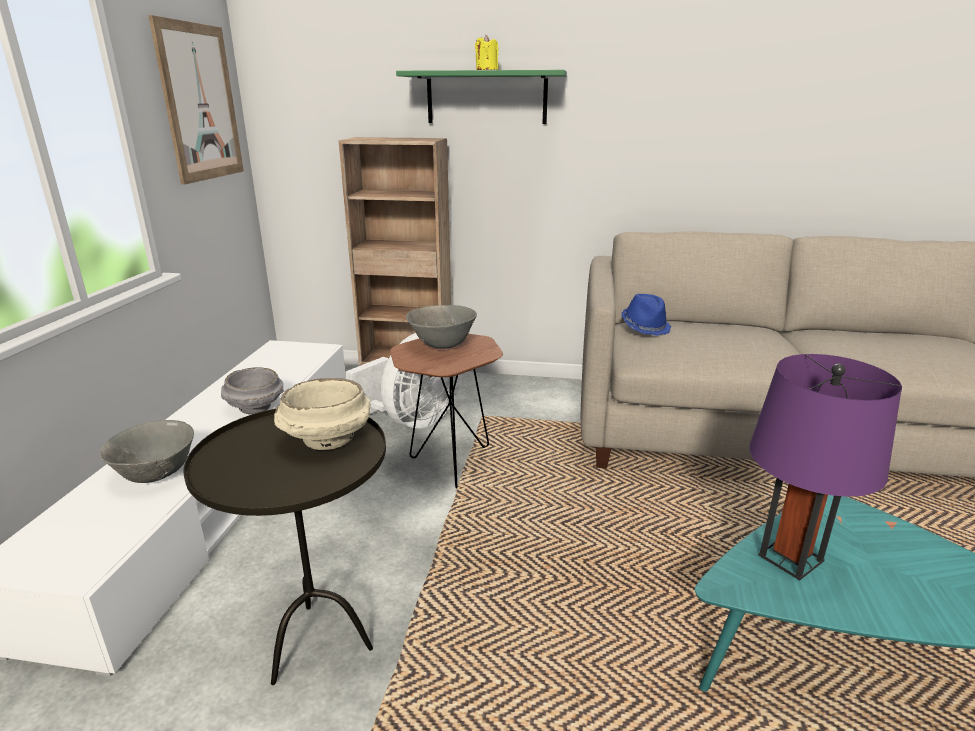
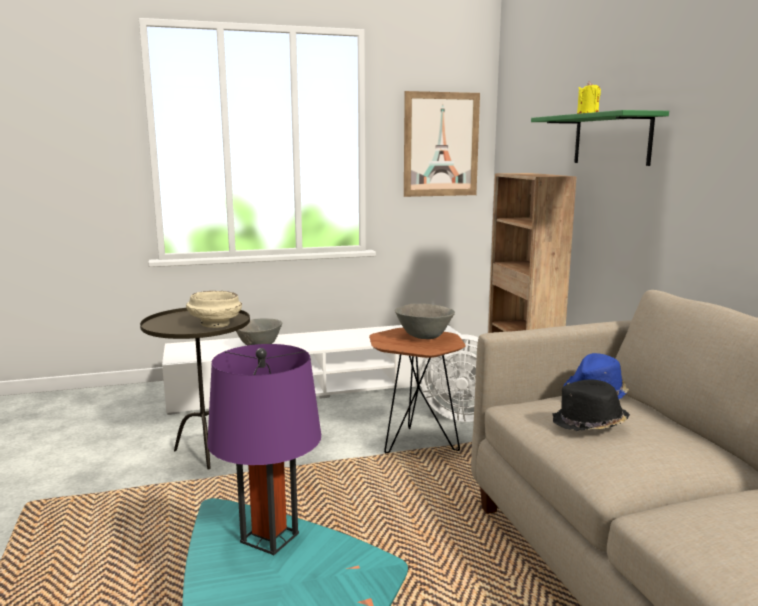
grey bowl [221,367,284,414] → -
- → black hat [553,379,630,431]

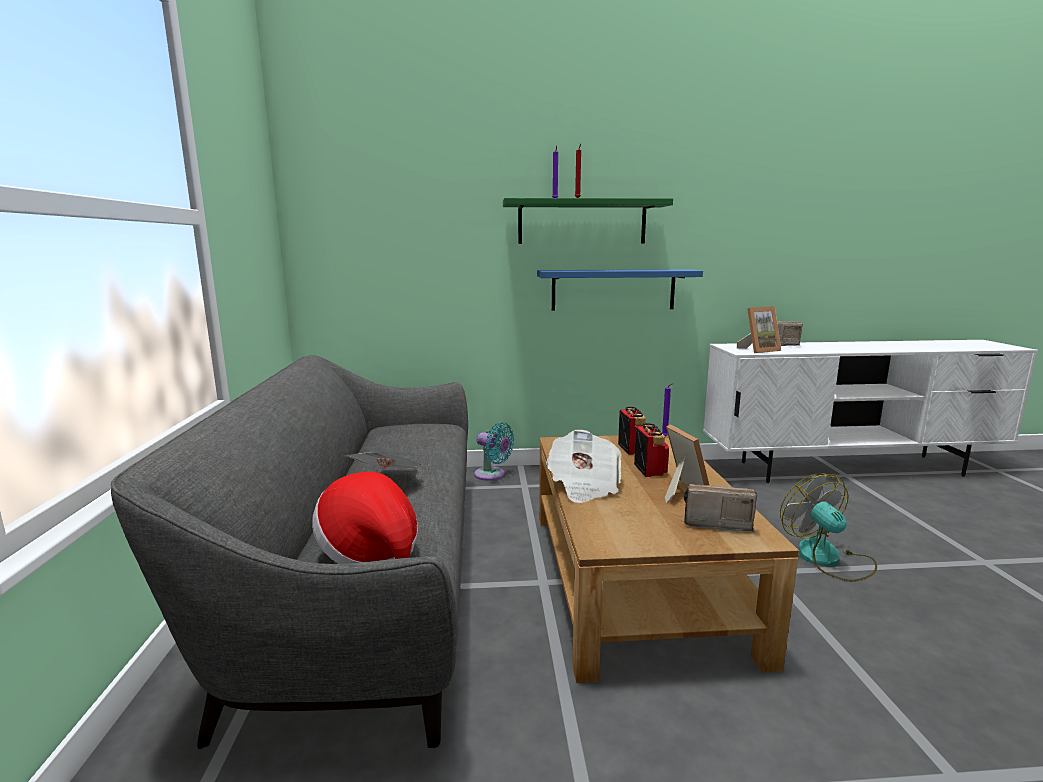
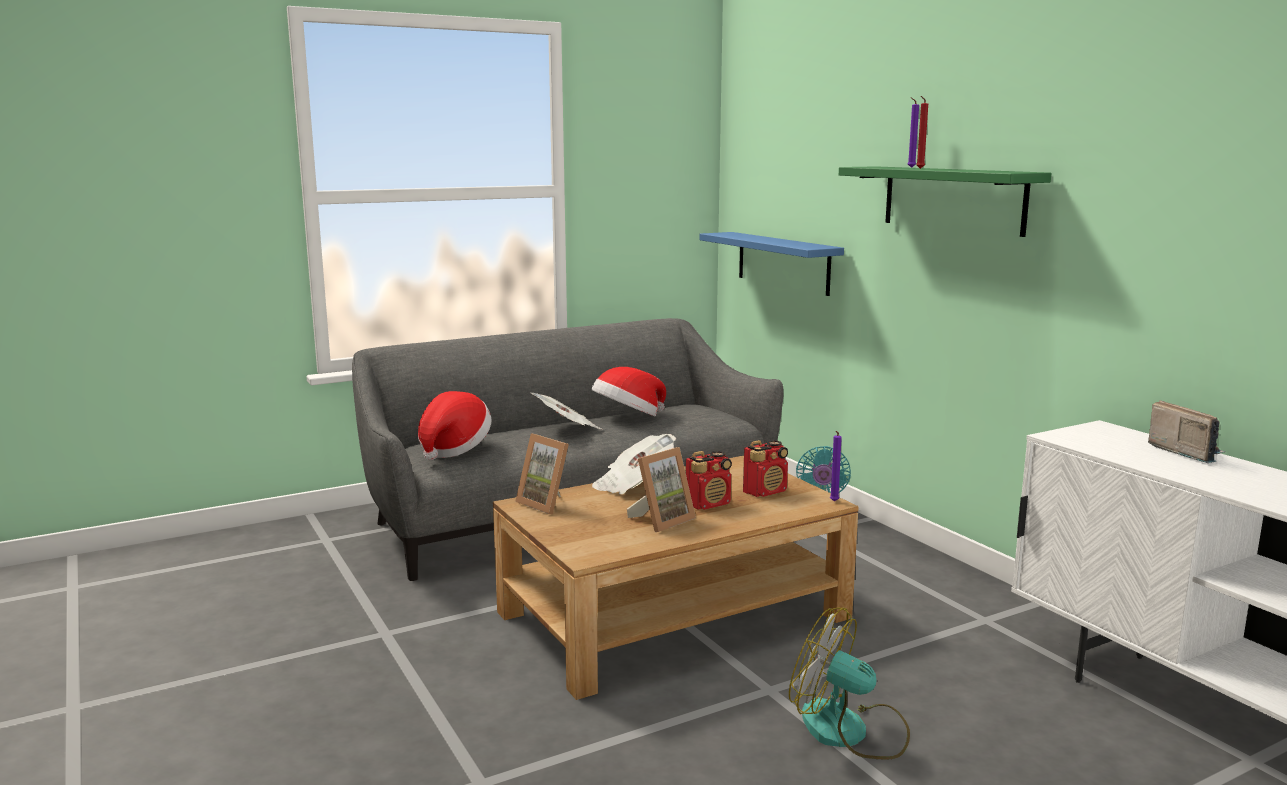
blue shelf [537,269,703,311] → blue shelf [699,232,844,296], move
picture frame [737,306,782,353] → picture frame [515,433,569,514], move
fan [780,473,877,582] → fan [789,608,910,760], 105 degrees counterclockwise
radio [684,484,757,532] → -
- → hat [592,367,666,416]

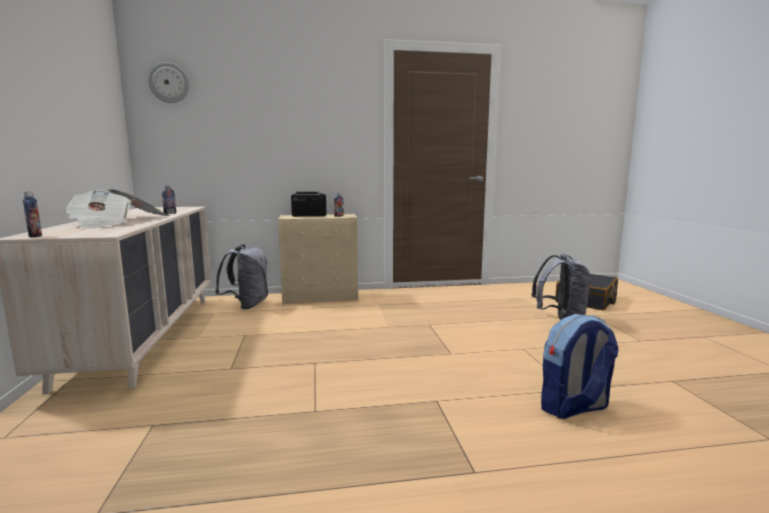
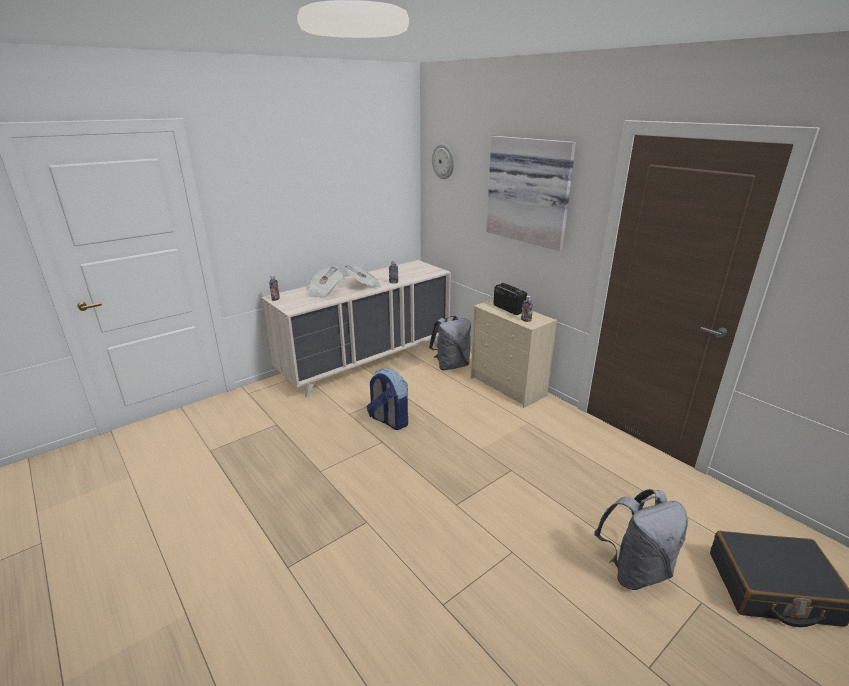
backpack [541,314,619,419] → backpack [366,368,408,430], move
- → picture [486,136,576,251]

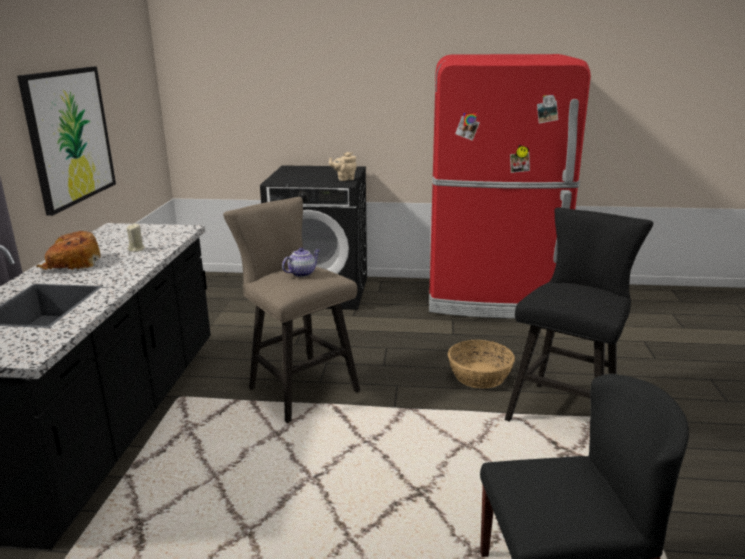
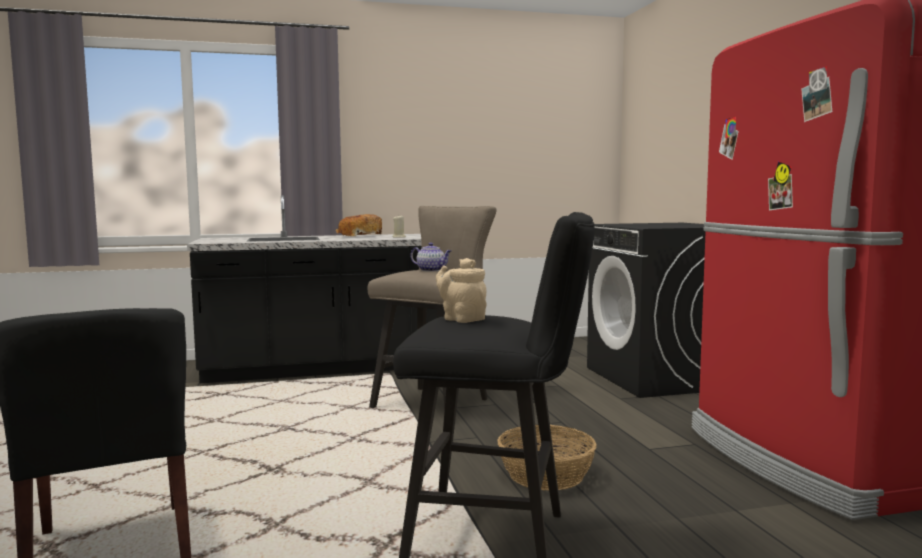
picture [17,66,116,216] → -
beige teapot [329,152,357,181] → beige teapot [436,258,487,323], move

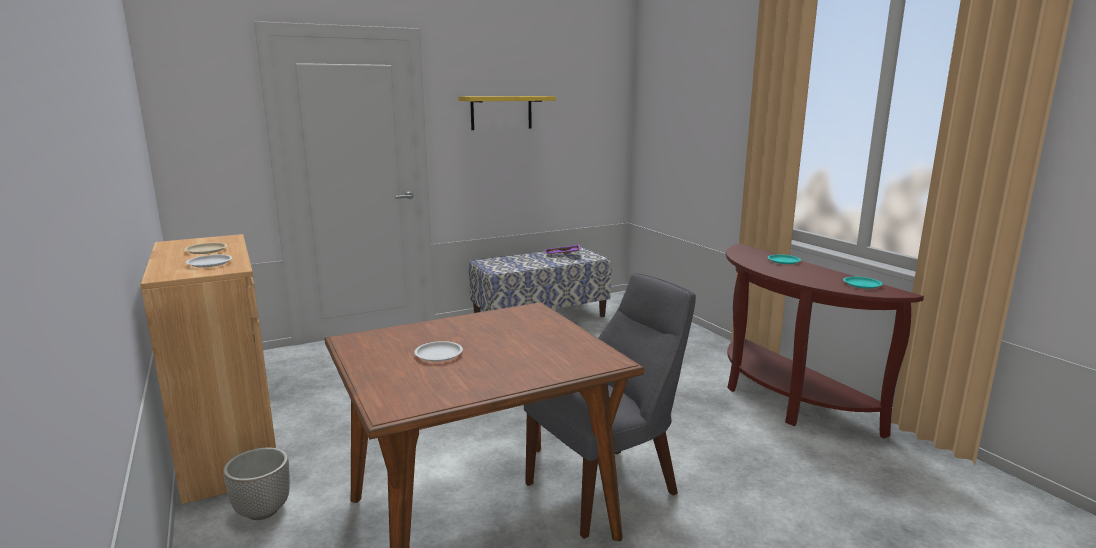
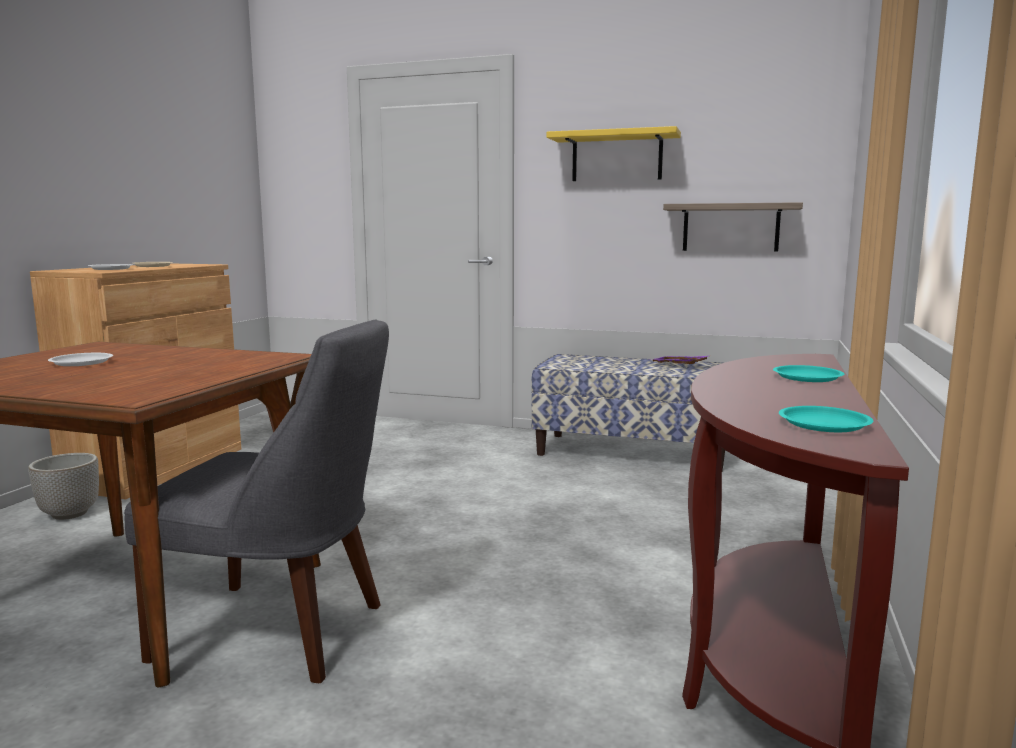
- → shelf [663,202,803,251]

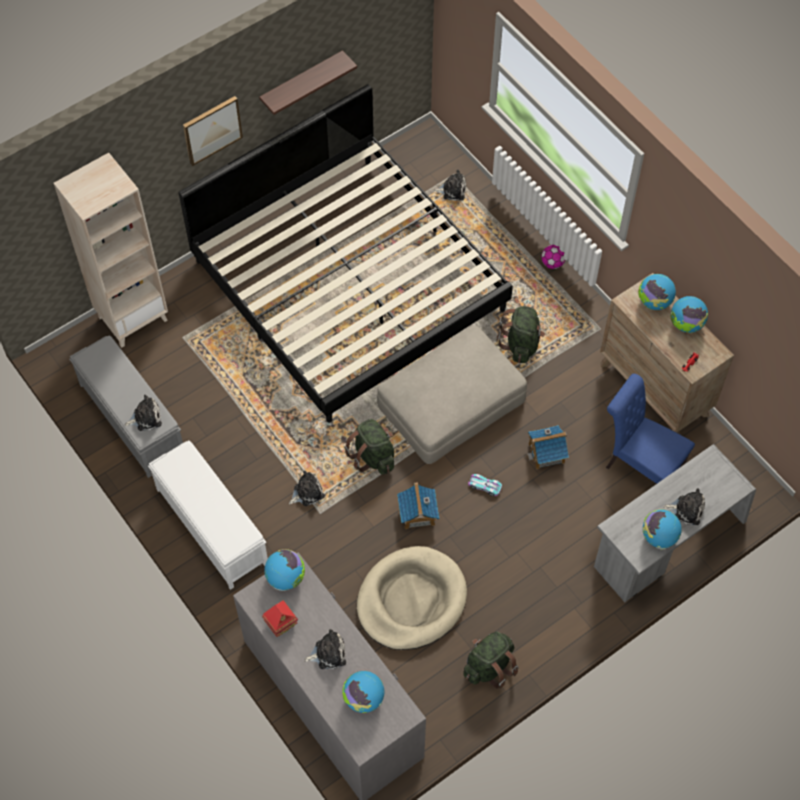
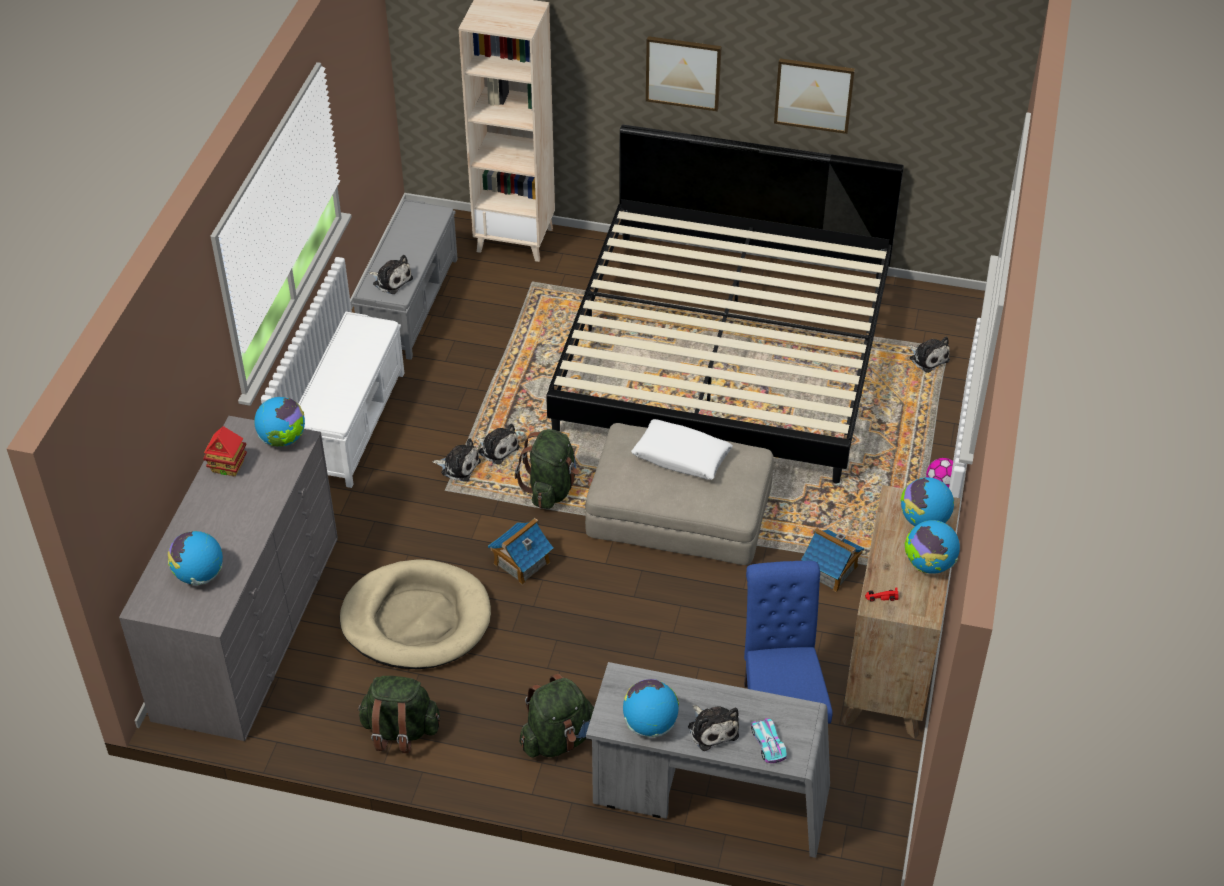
shelf [259,50,357,115] → picture [774,58,855,134]
green backpack [497,306,545,363] → green backpack [519,674,594,758], move
toy house [527,425,569,469] → toy house [801,527,864,592], move
toy car [468,474,502,496] → toy car [751,718,787,763], move
plush toy [304,629,346,669] → plush toy [477,424,520,465], move
- → white pillow [631,419,733,480]

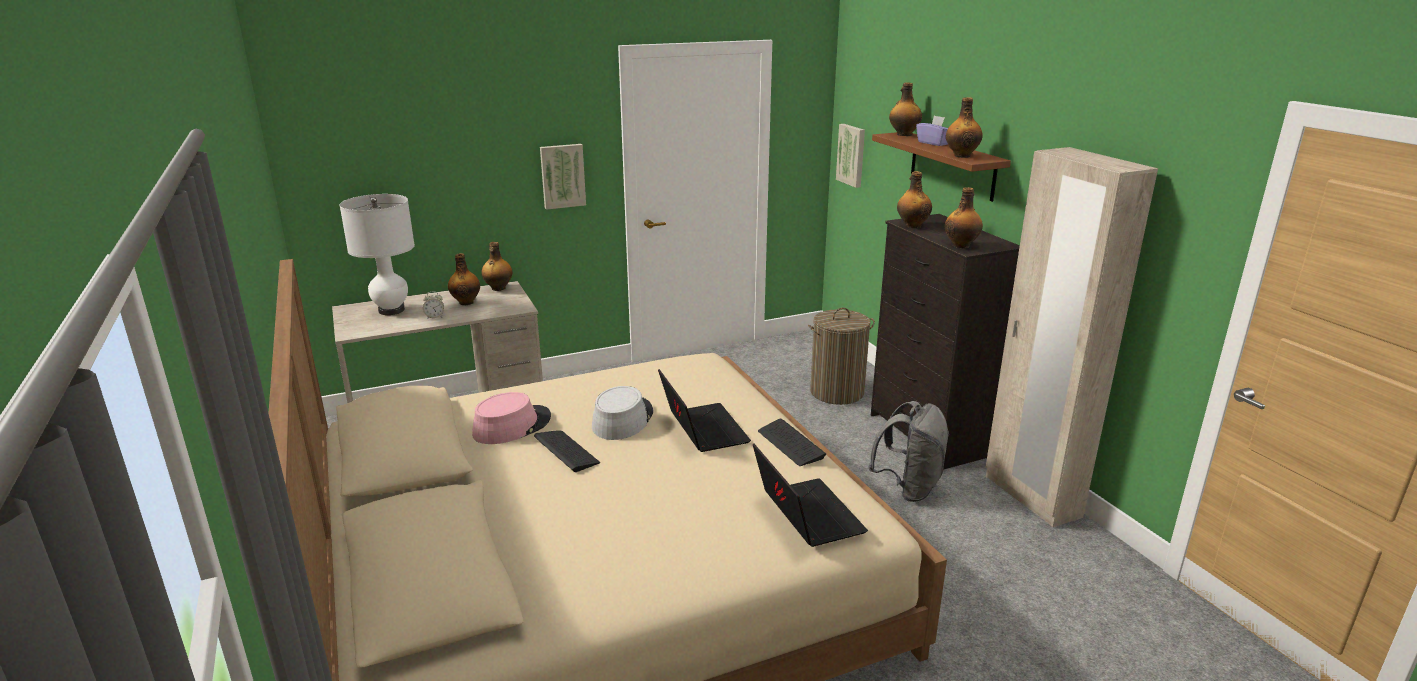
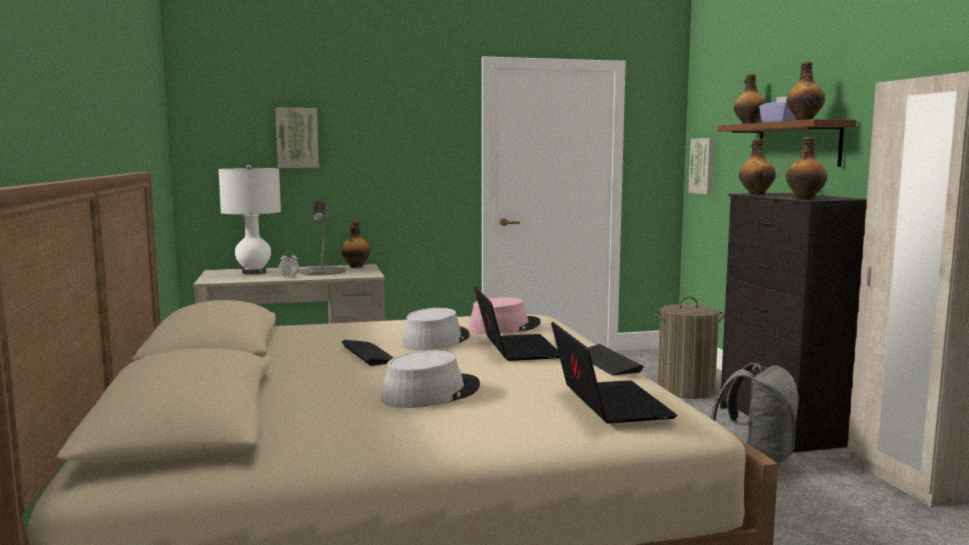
picture [540,144,586,210] → picture [275,107,319,168], move
bottle [448,253,480,305] → grey table lamp [298,201,346,275]
pink hat [472,392,551,444] → pink hat [469,297,541,334], move
- → grey hat [381,350,480,408]

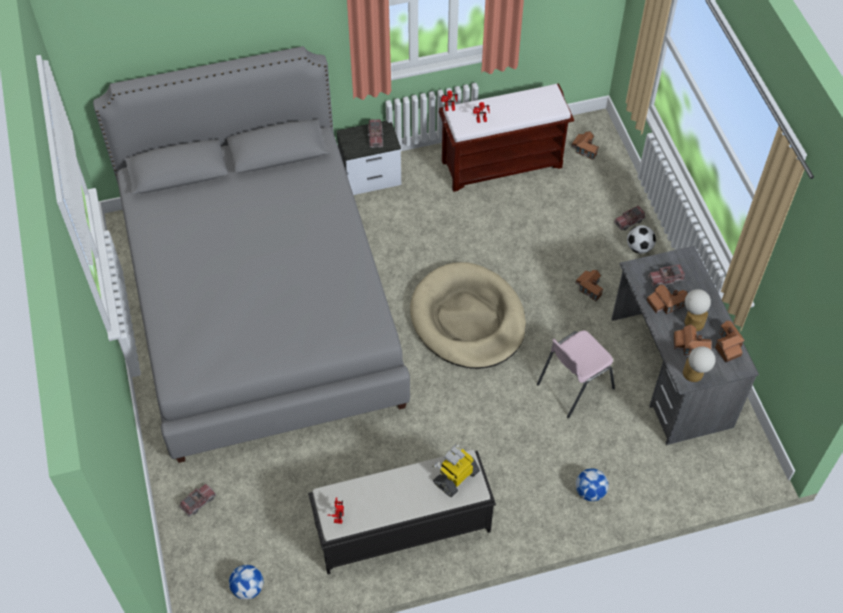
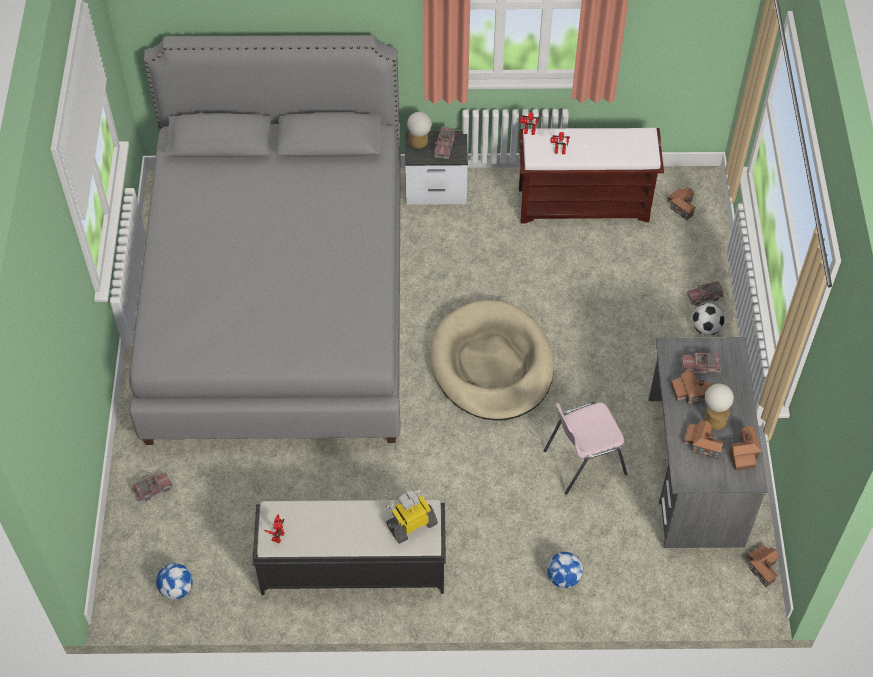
toy house [575,270,604,301] → toy house [747,545,779,587], move
table lamp [683,346,716,382] → table lamp [407,112,432,149], move

